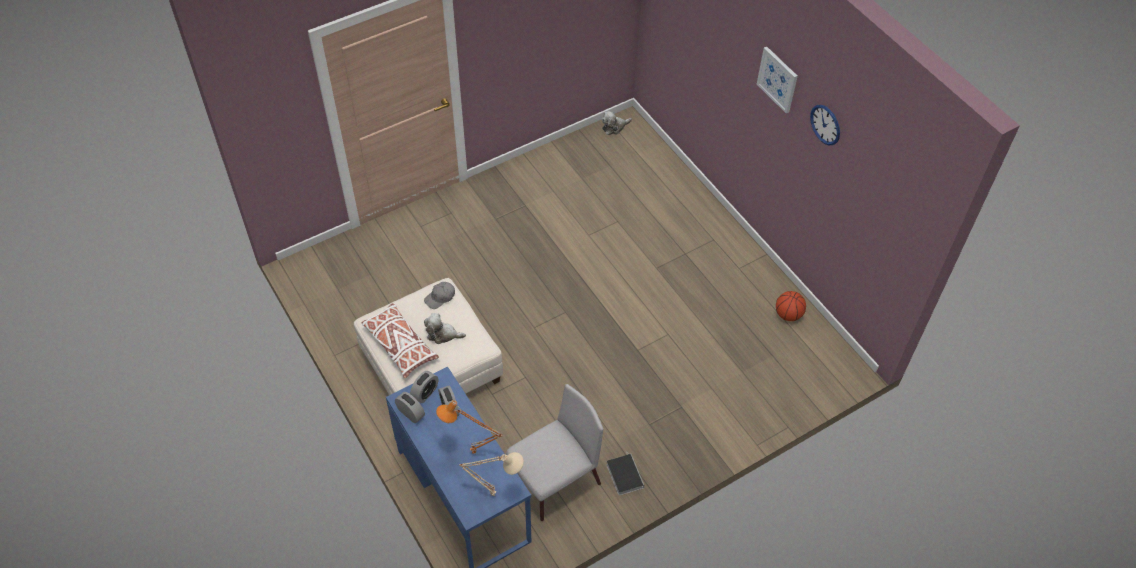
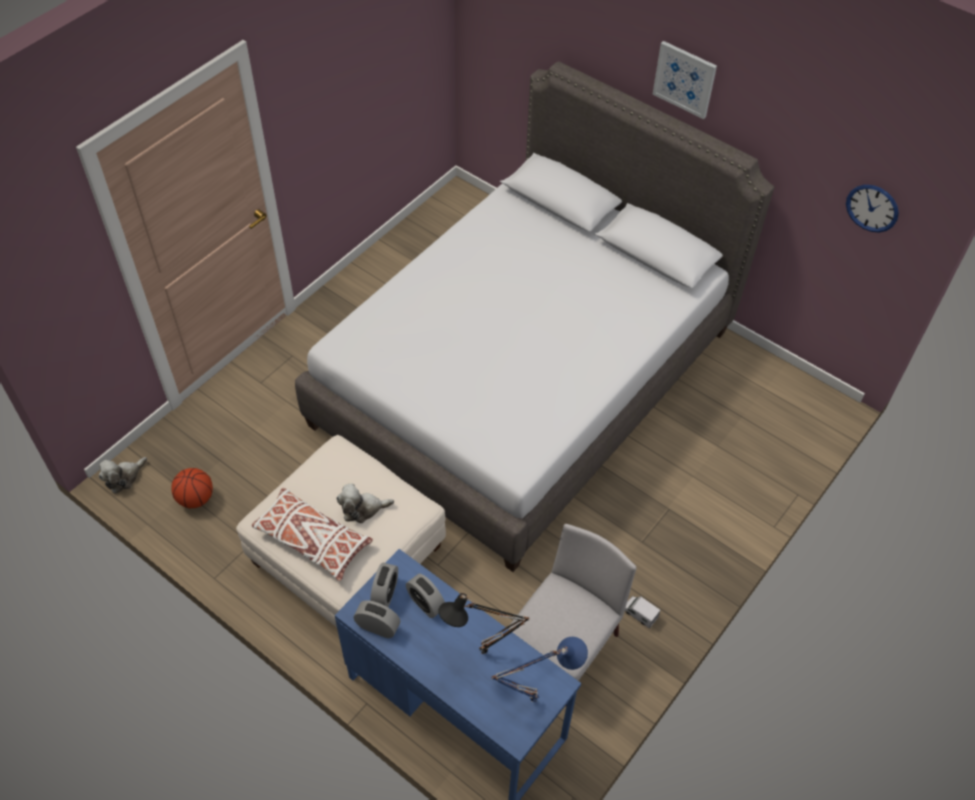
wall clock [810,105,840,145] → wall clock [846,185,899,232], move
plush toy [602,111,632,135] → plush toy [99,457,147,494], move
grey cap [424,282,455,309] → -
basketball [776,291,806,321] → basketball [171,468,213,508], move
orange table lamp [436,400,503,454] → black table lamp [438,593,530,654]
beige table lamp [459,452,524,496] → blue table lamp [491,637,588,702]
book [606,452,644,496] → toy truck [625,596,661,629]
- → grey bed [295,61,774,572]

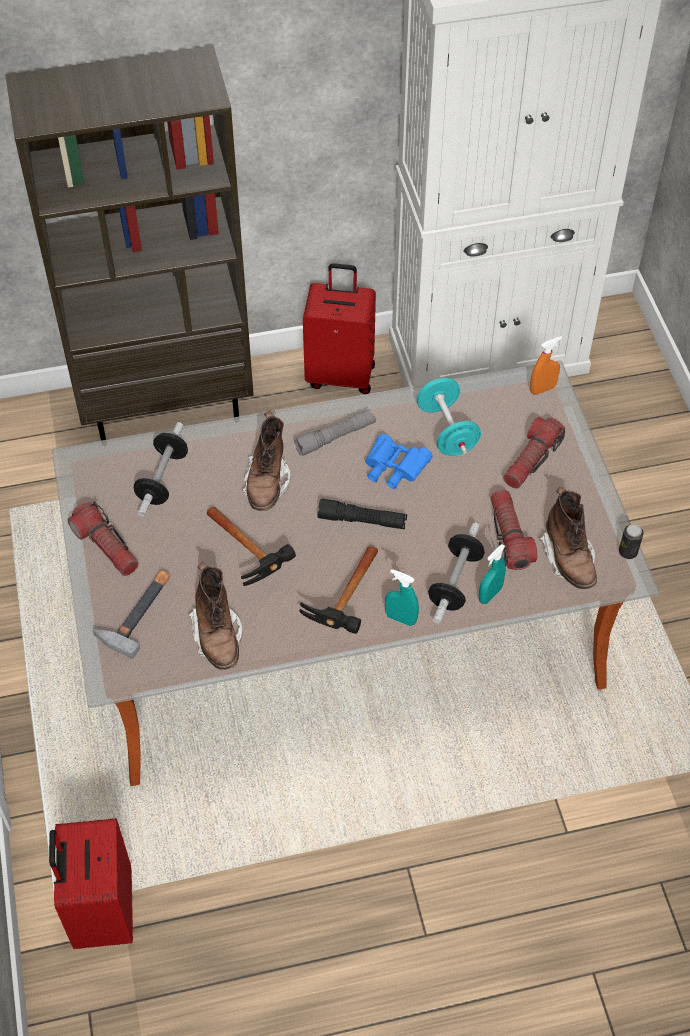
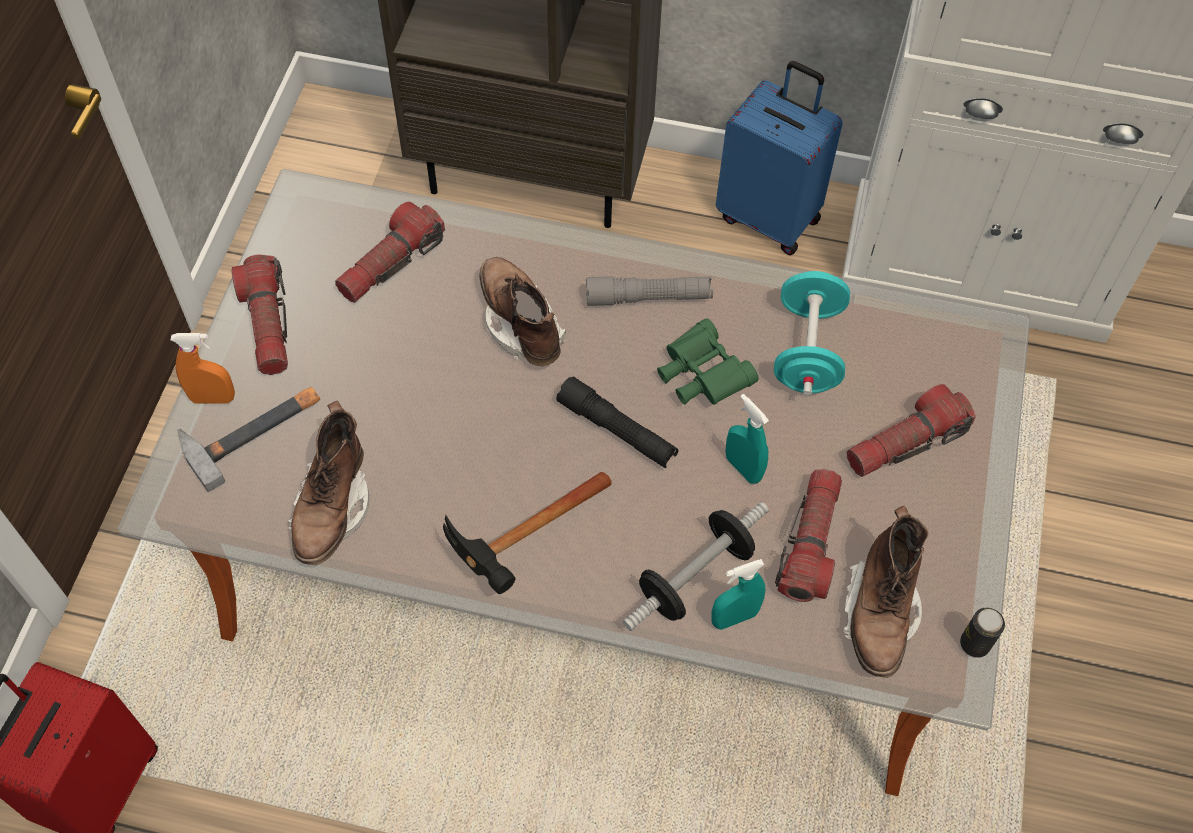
red suitcase [303,263,376,394] → blue suitcase [716,61,843,255]
orange spray bottle [530,336,562,395] → orange spray bottle [171,333,235,404], move
brown boot [242,411,291,511] → brown boot [479,257,567,366], 120 degrees clockwise
dumbbell [134,422,188,517] → flashlight [335,202,445,303]
blue binoculars [365,434,433,489] → green binoculars [657,318,759,405]
hammer [207,507,296,586] → -
turquoise spray bottle [385,569,419,626] → turquoise spray bottle [726,394,769,484], move

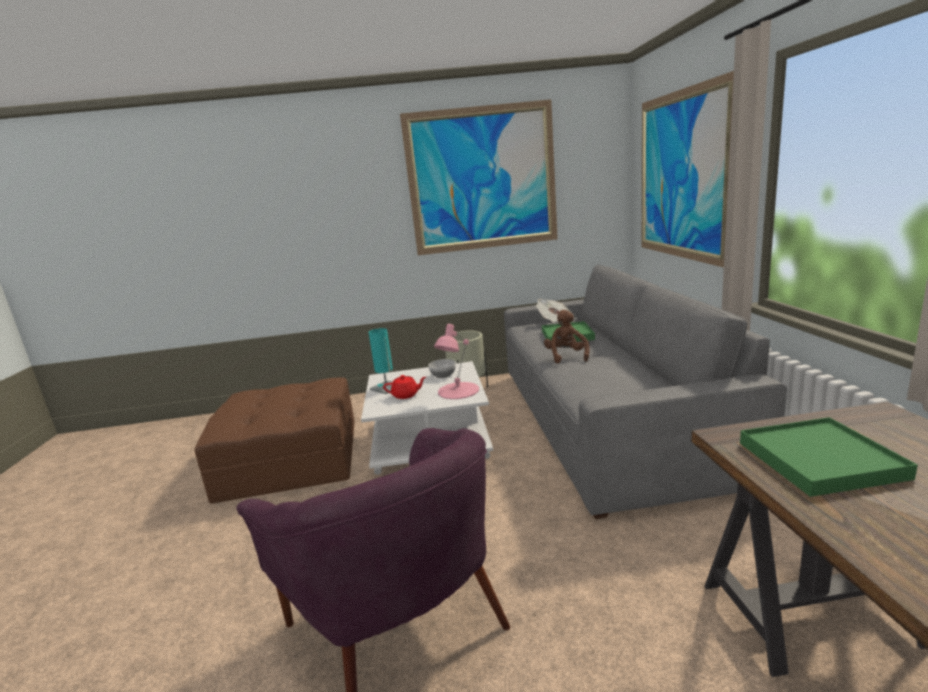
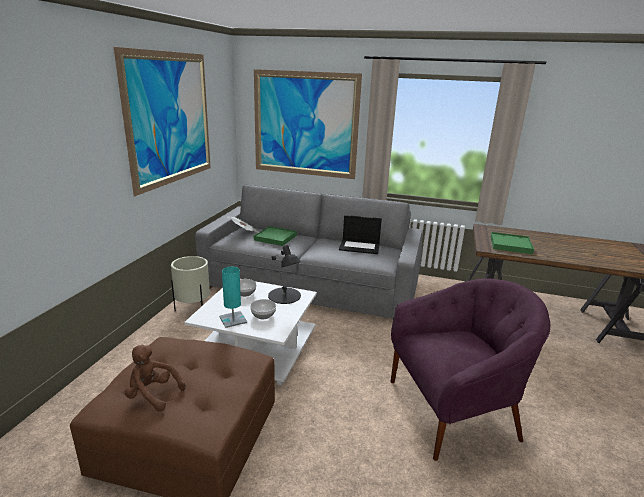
brown plush toy [544,310,590,363] → brown plush toy [125,345,185,412], move
pink table lamp [434,324,479,399] → black table lamp [268,245,301,304]
red teapot [383,375,426,399] → bowl [250,299,276,319]
- → laptop [339,215,382,254]

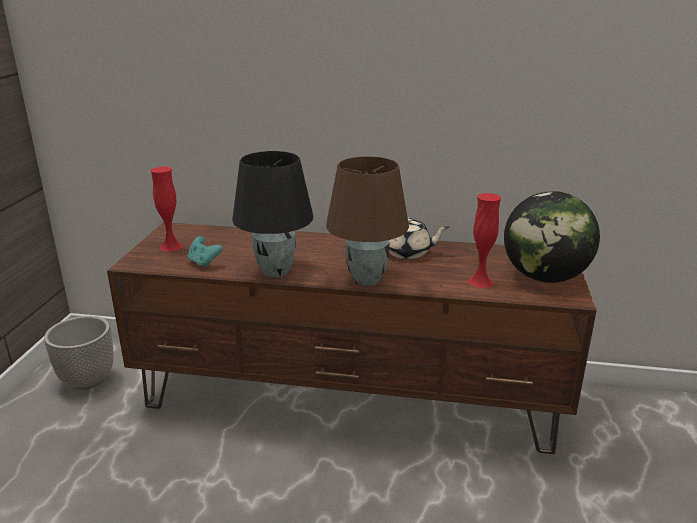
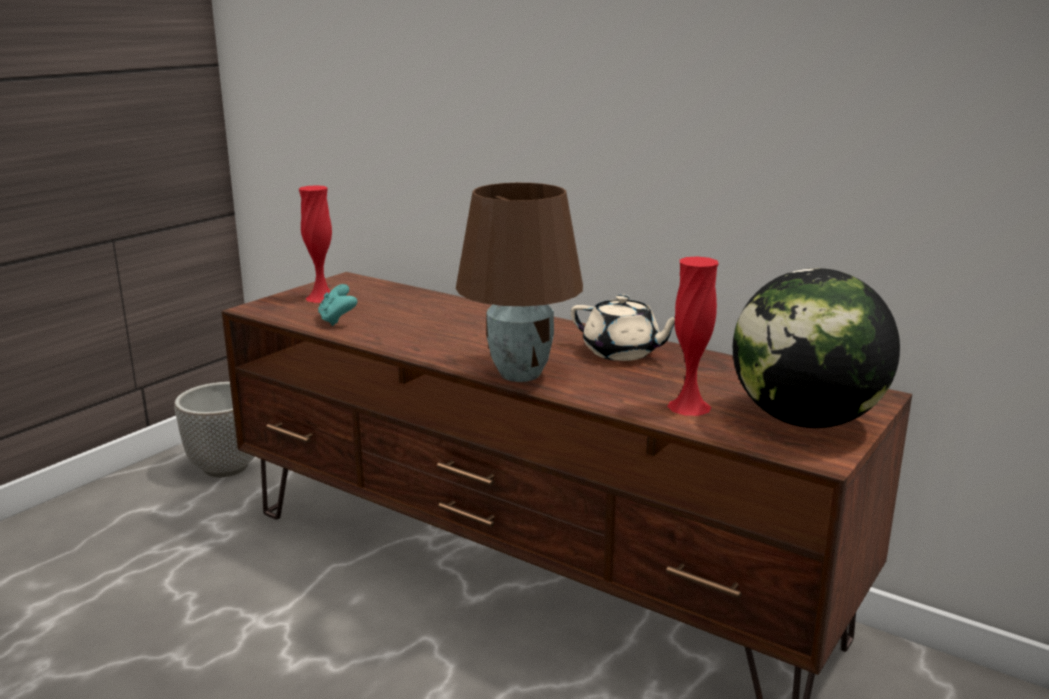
black table lamp [232,151,313,277] → -

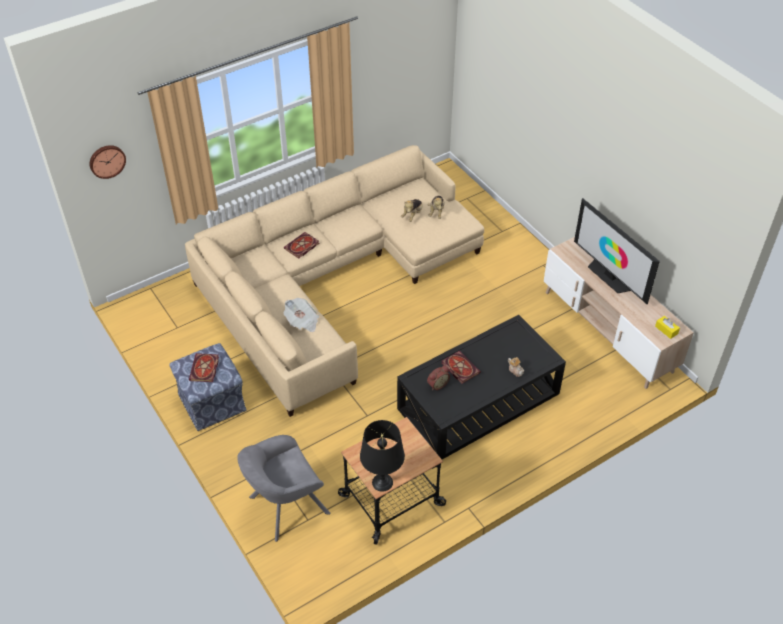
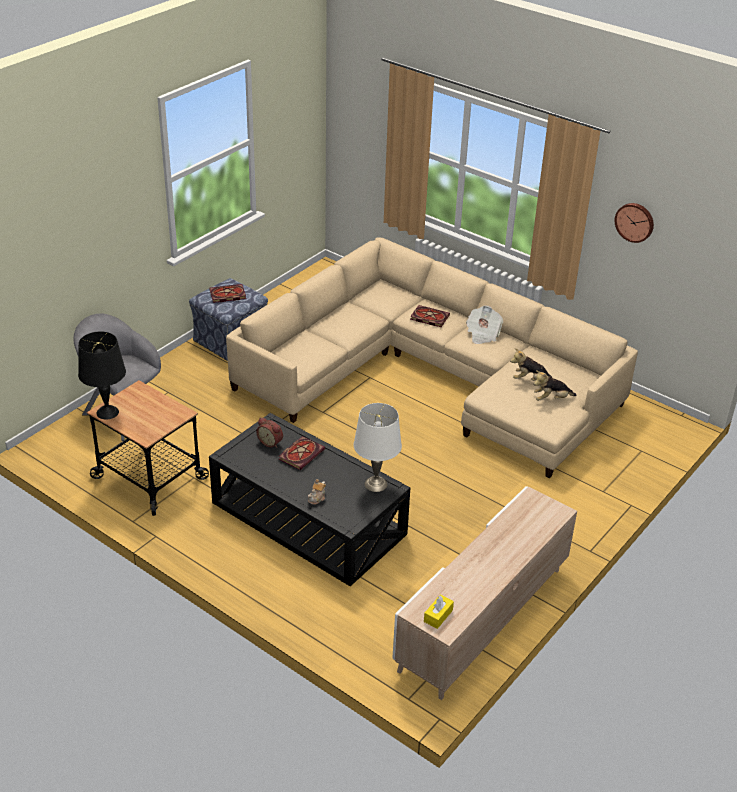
wall clock [89,145,126,179] → wall clock [615,203,654,243], move
television [574,198,660,304] → -
newspaper [284,298,319,332] → newspaper [466,305,503,344], move
- → white table lamp [353,403,402,492]

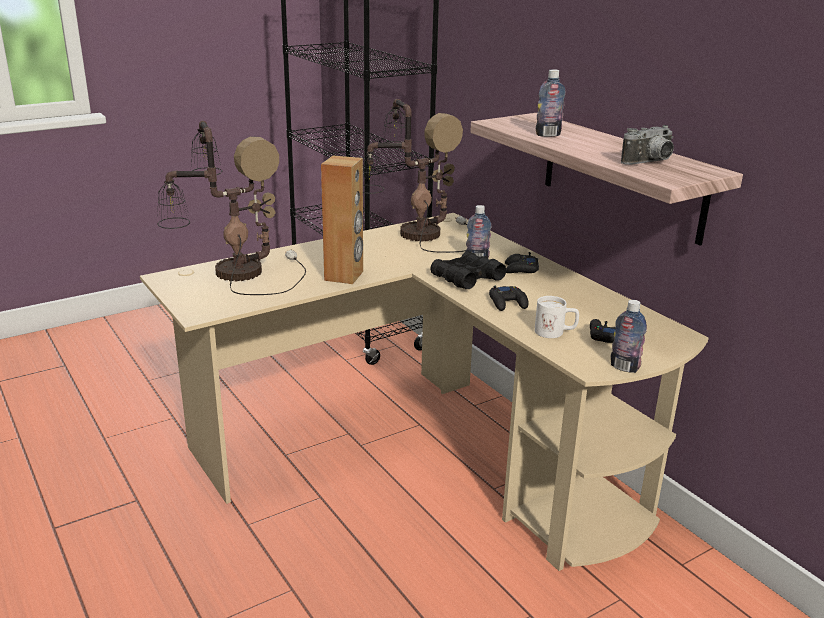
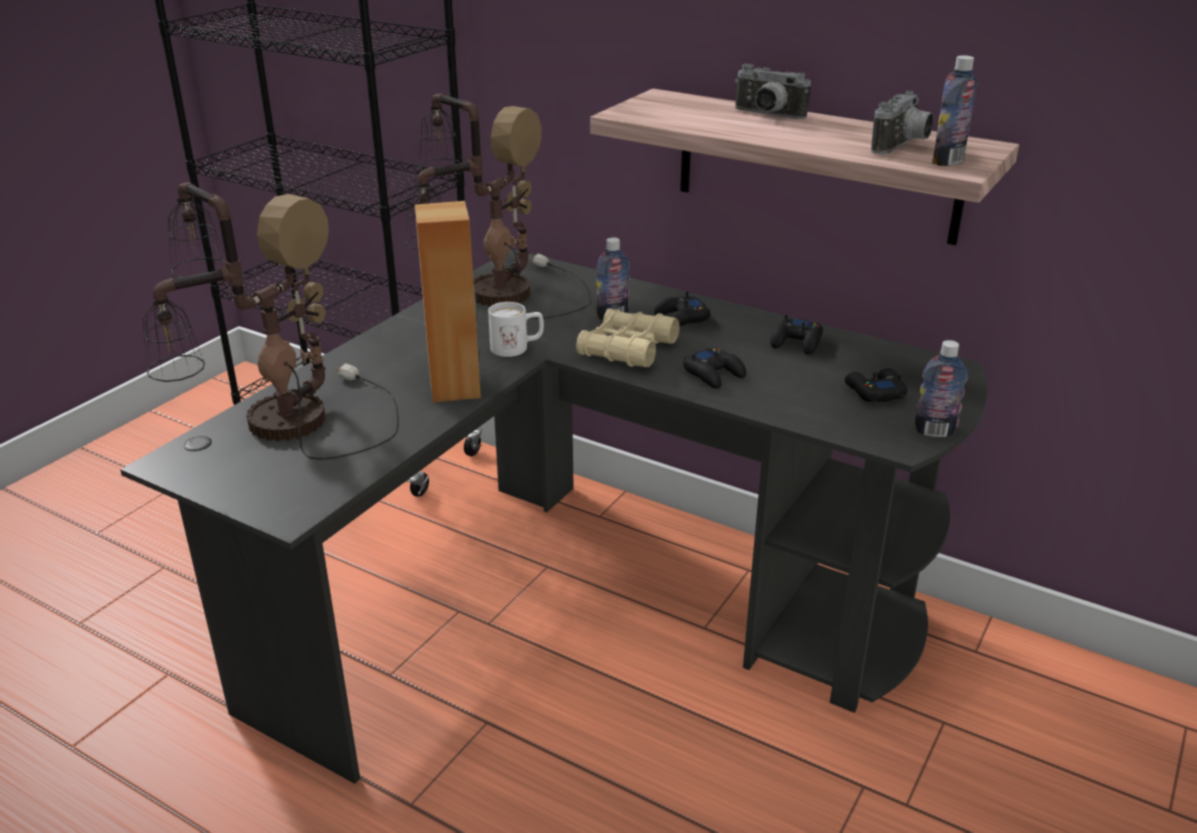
bottle [536,69,565,137] → bottle [932,55,978,166], move
beige desk [140,213,709,571] → black desk [120,249,987,784]
black binoculars [430,251,506,289] → beige binoculars [576,309,680,367]
white mug [535,296,579,338] → white mug [488,302,544,357], move
- → photo camera [735,64,811,119]
- → black game controller [770,315,823,355]

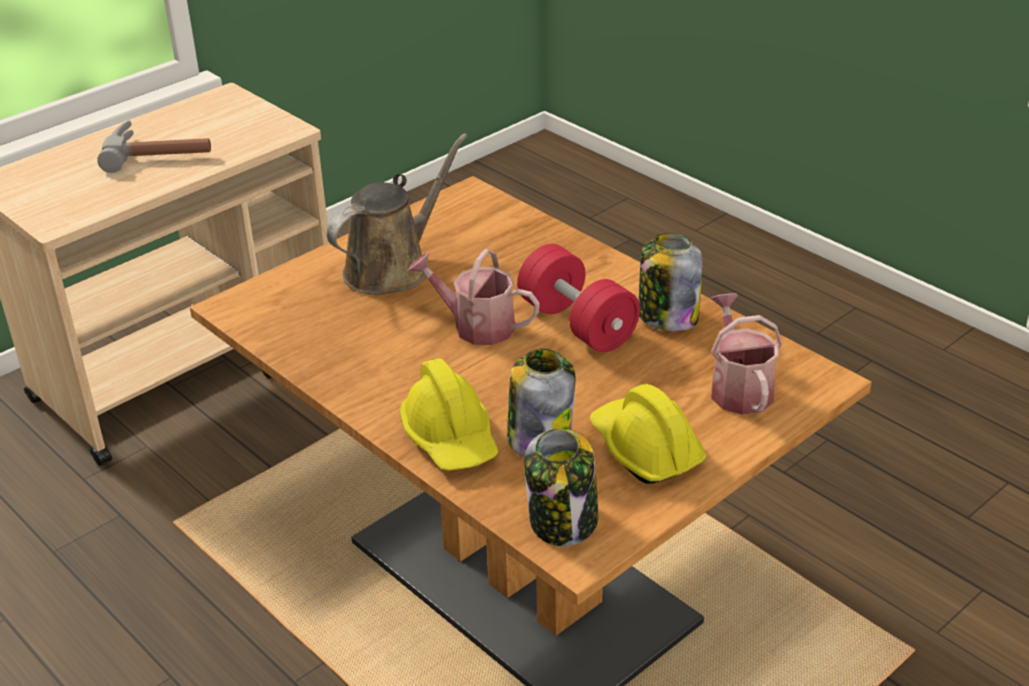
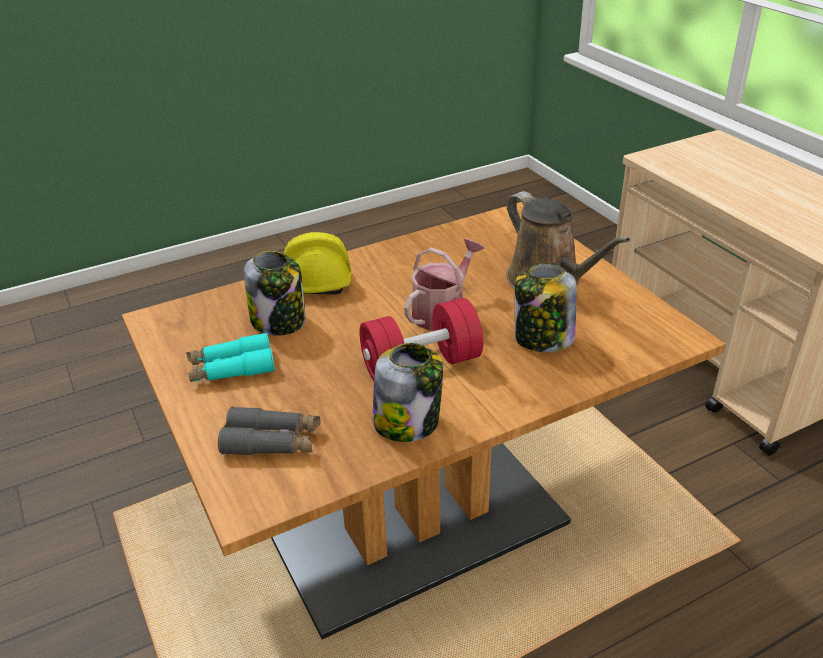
hammer [97,120,211,173] → -
watering can [710,293,782,415] → grey binoculars [218,406,320,455]
yellow hard hat [589,384,707,484] → turquoise binoculars [186,332,275,382]
jar [524,429,598,546] → jar [515,263,577,352], move

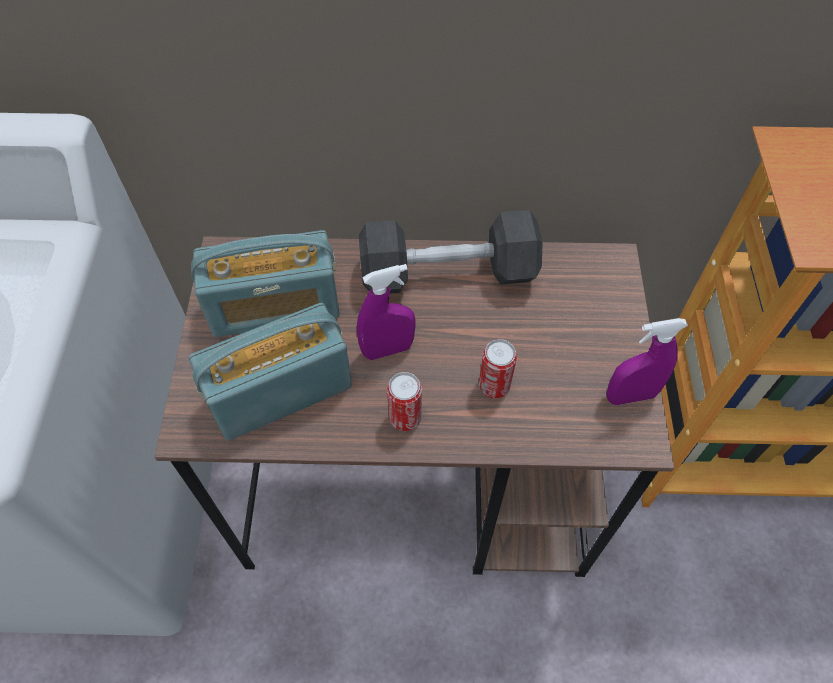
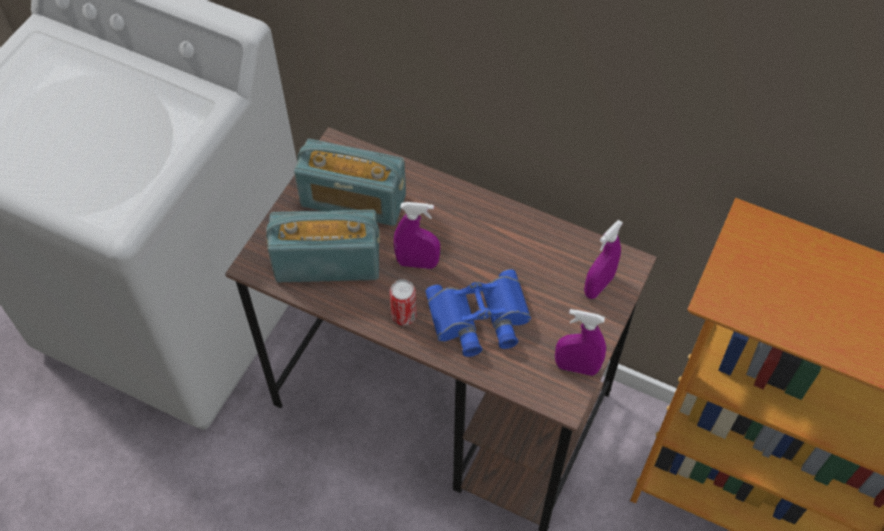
grey dumbbell [359,210,543,294] → -
can [479,339,517,398] → blue binoculars [425,269,531,357]
- → purple spray bottle [584,220,623,299]

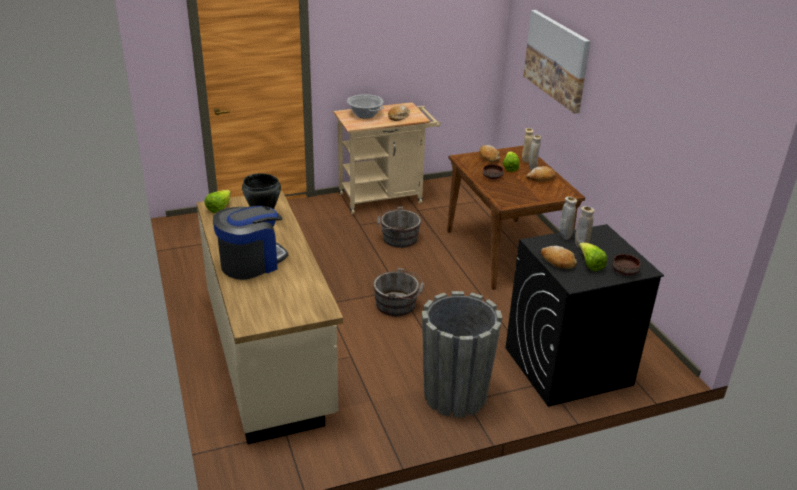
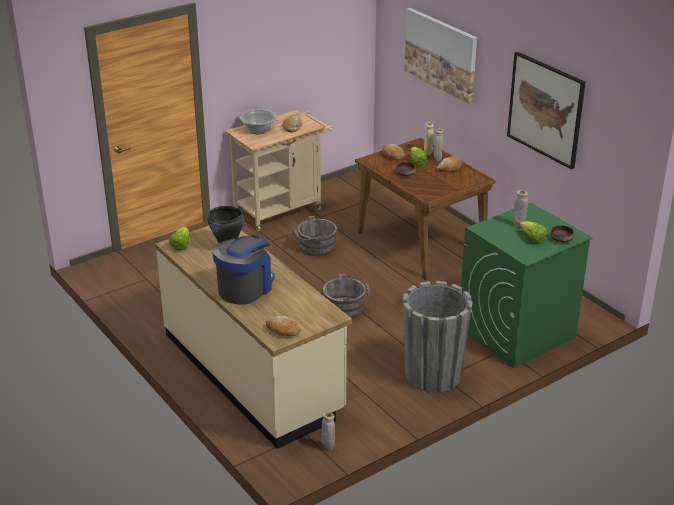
beige vase [559,196,577,240] → beige vase [322,412,335,450], move
black washing machine [506,224,664,407] → green washing machine [461,202,593,368]
bread [541,246,577,269] → bread [266,315,301,337], move
- → picture [507,52,586,169]

